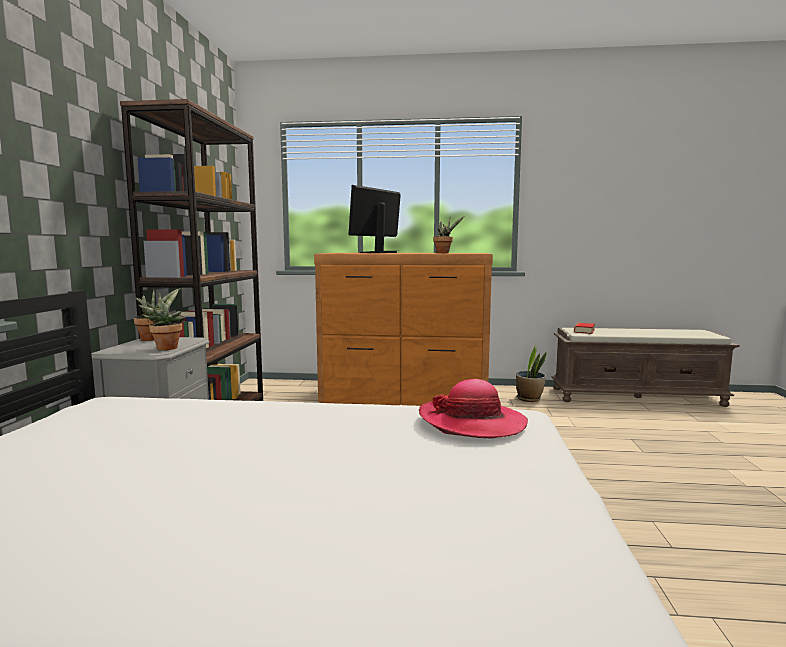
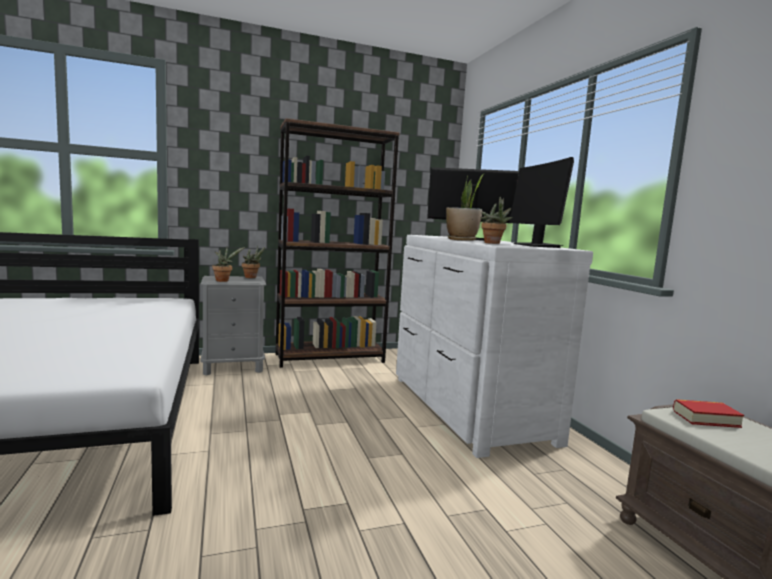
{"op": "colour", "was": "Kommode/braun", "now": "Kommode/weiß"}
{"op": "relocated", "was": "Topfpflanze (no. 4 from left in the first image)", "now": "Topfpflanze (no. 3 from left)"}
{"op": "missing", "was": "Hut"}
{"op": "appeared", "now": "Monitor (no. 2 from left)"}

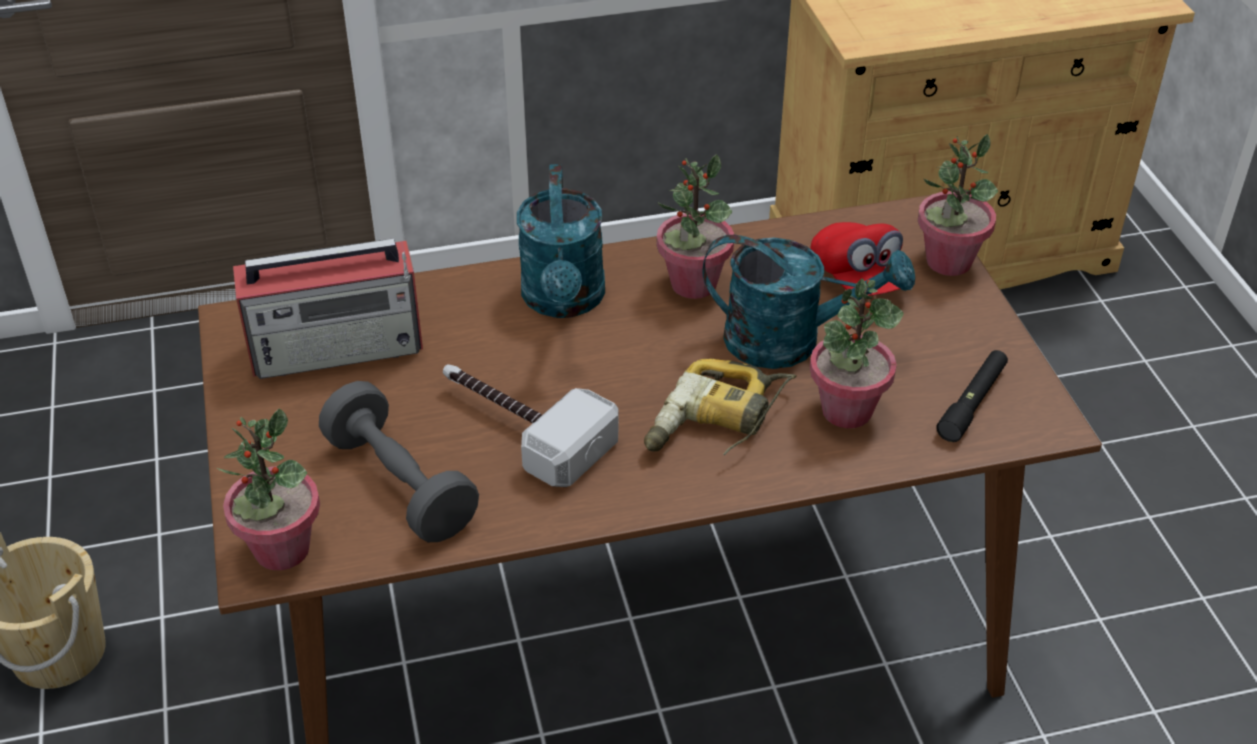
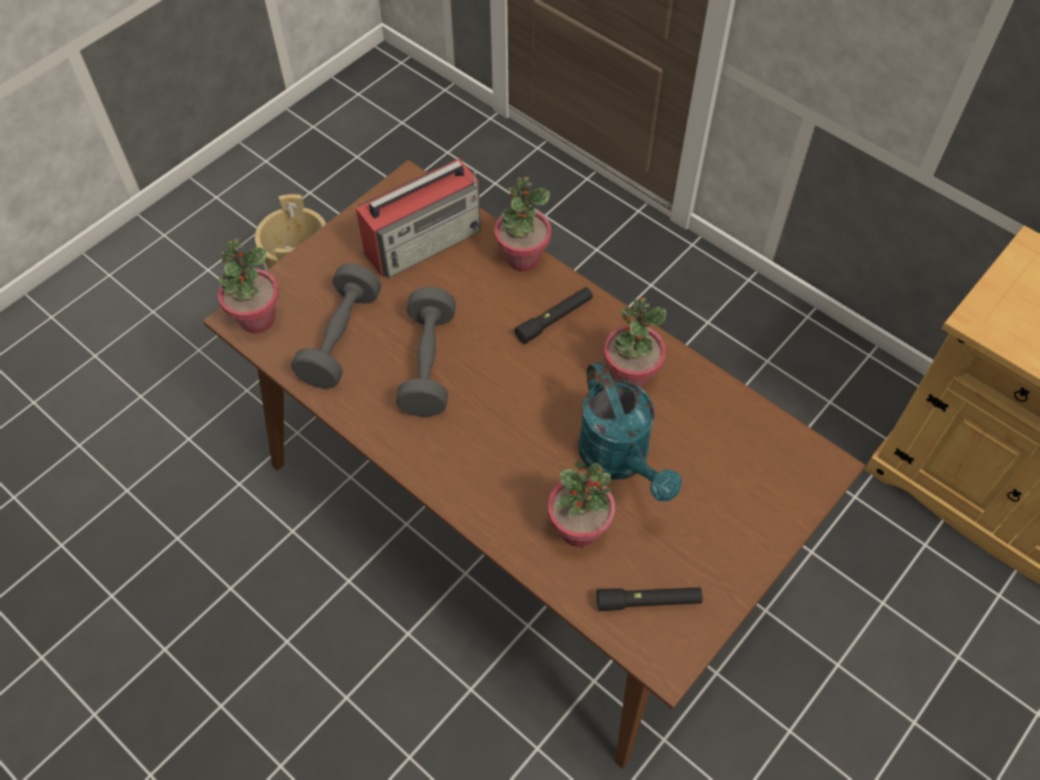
{"op": "relocated", "was": "Topfpflanze (no. 4 from left in the first image)", "now": "Topfpflanze (no. 2 from left)"}
{"op": "exchanged", "was": "Gießkanne/türkis (no. 1 from left)", "now": "Taschenlampe/schwarz (no. 1 from left)"}
{"op": "missing", "was": "Kappe/rot"}
{"op": "spun", "was": "Radio", "clockwise": -75}
{"op": "missing", "was": "Bohrmaschine"}
{"op": "exchanged", "was": "Hammer", "now": "Hantel/grau (no. 2 from left)"}

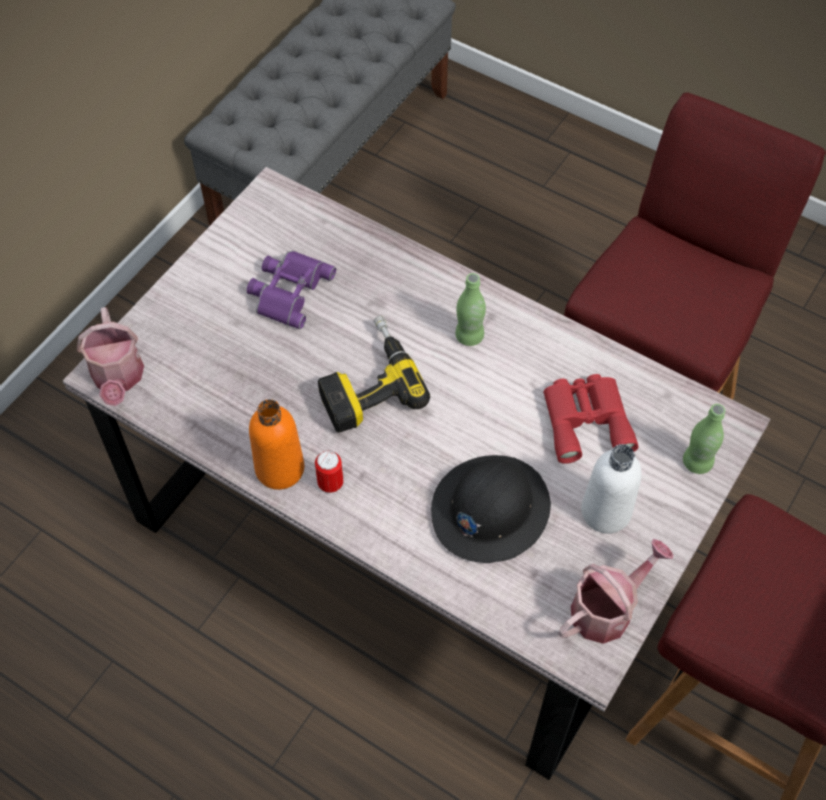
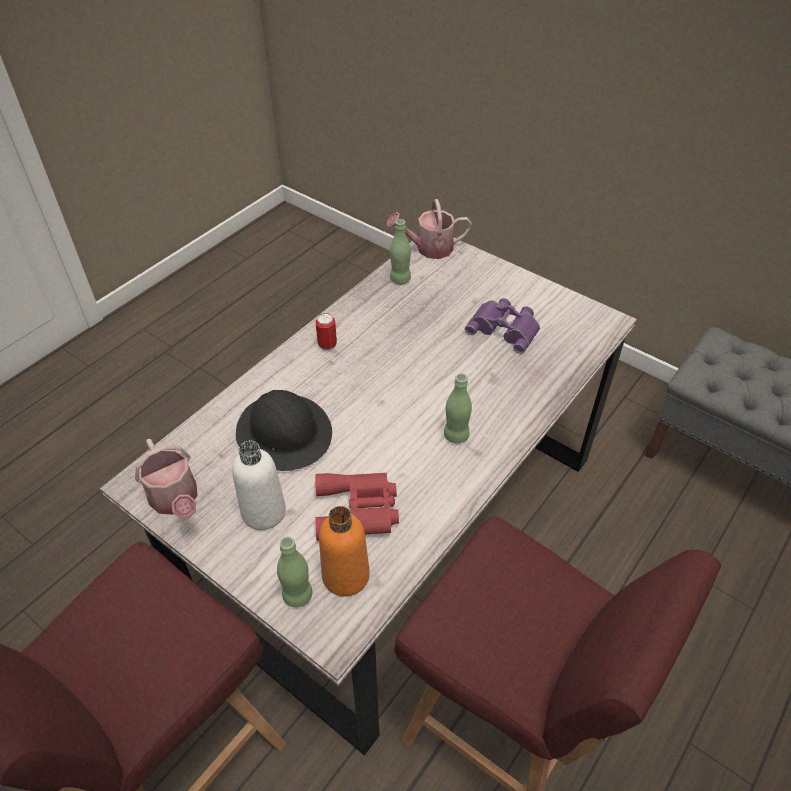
{"op": "missing", "was": "Bohrmaschine"}
{"op": "relocated", "was": "Flasche/orange"}
{"op": "appeared", "now": "Flasche/grün (no. 2 from left)"}

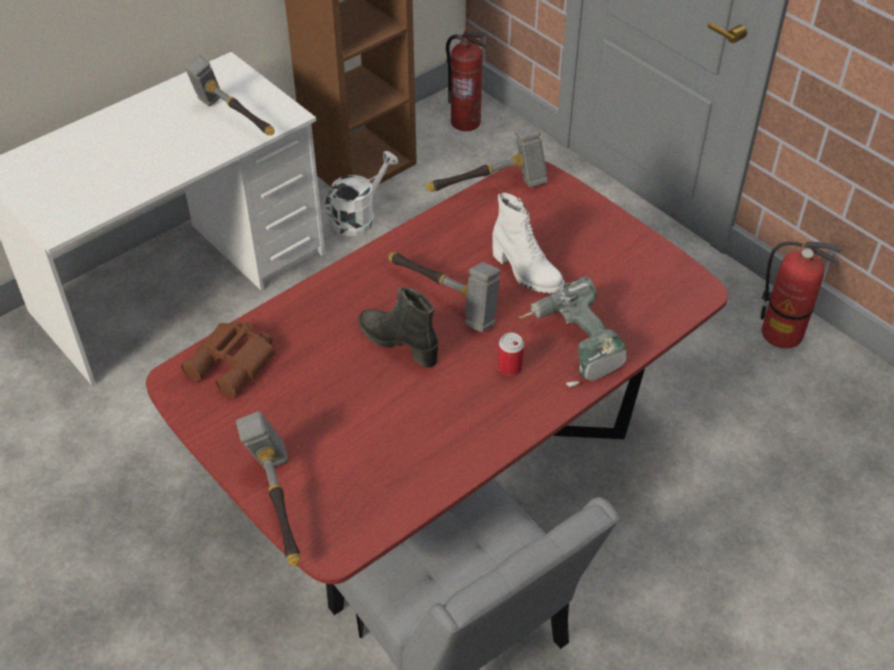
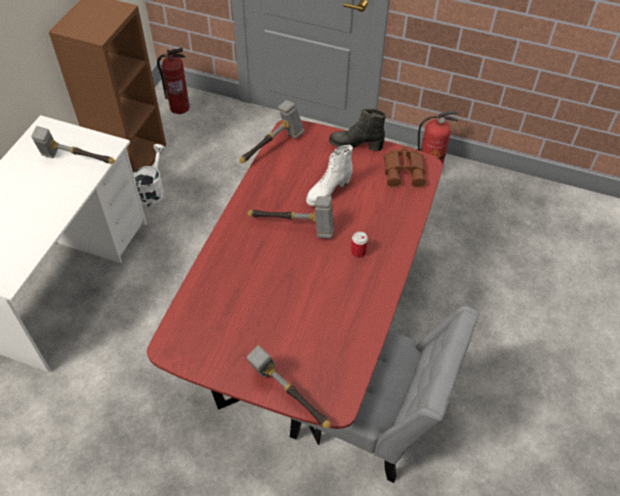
{"op": "spun", "was": "Stiefel/weiß", "clockwise": 120}
{"op": "missing", "was": "Bohrmaschine"}
{"op": "relocated", "was": "Stiefel/schwarz"}
{"op": "relocated", "was": "Fernglas/braun"}

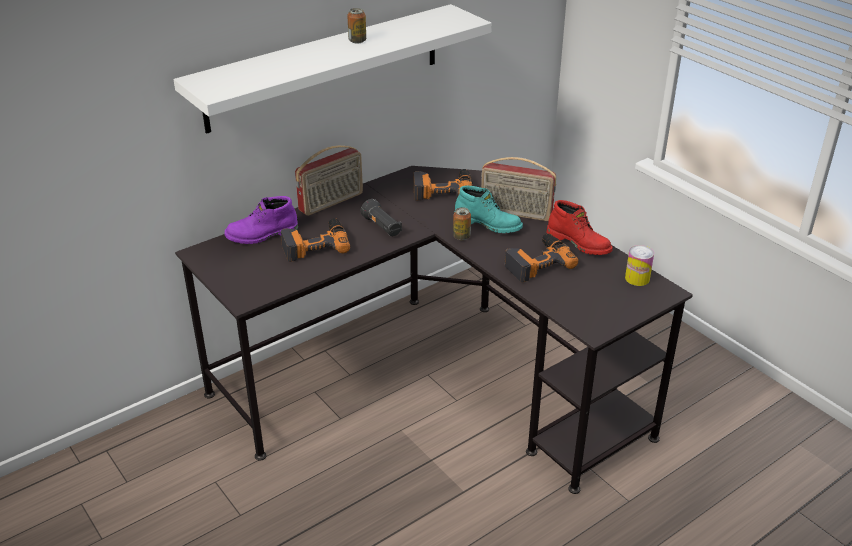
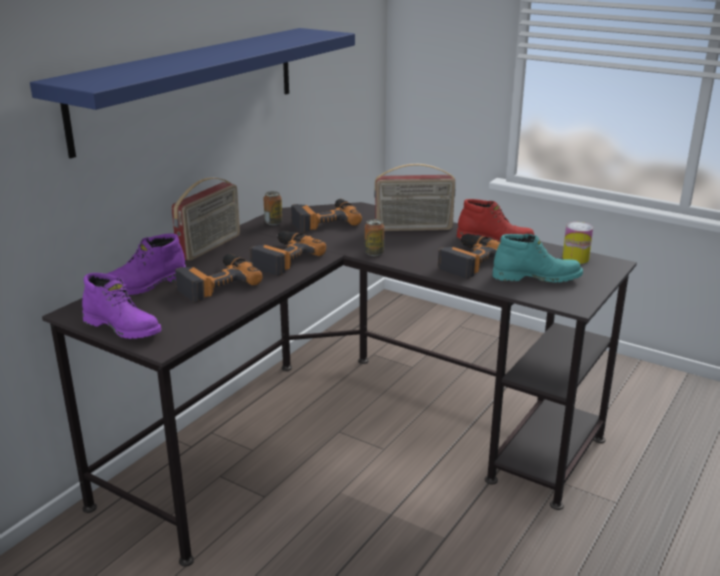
{"op": "colour", "was": "Wandregal/weiß", "now": "Wandregal/blau"}
{"op": "relocated", "was": "Dose (no. 1 from left)"}
{"op": "relocated", "was": "Stiefel/türkis"}
{"op": "exchanged", "was": "Taschenlampe/schwarz", "now": "Bohrmaschine (no. 2 from left)"}
{"op": "appeared", "now": "Stiefel/lila (no. 1 from left)"}

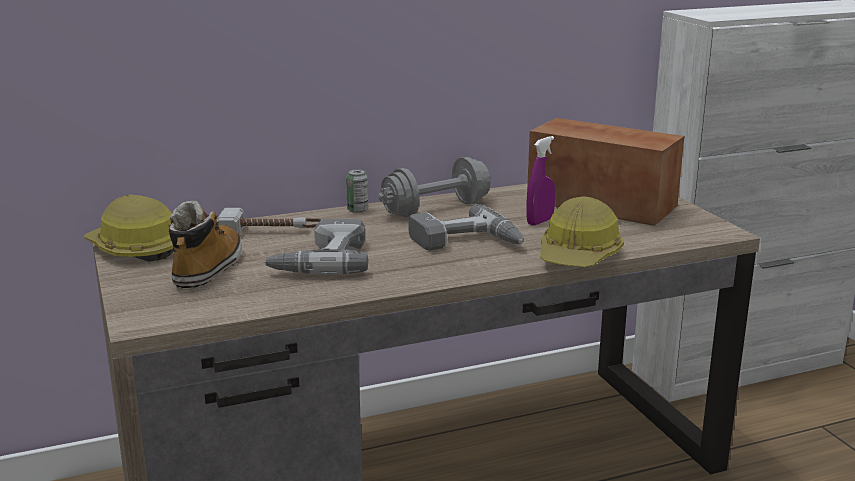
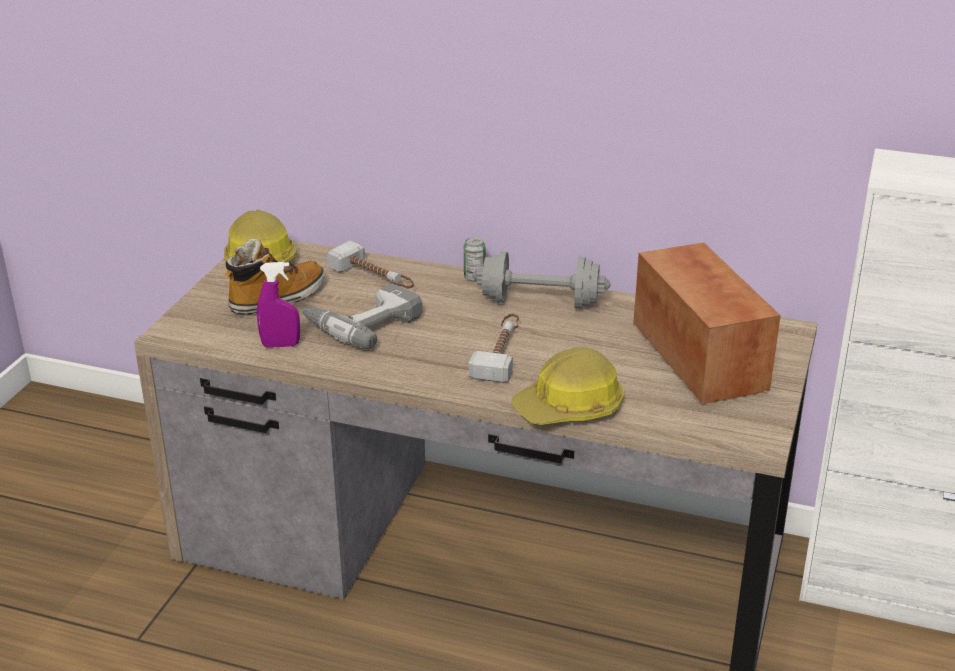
{"op": "relocated", "was": "Sprühflasche/lila"}
{"op": "exchanged", "was": "Bohrmaschine (no. 2 from left)", "now": "Hammer (no. 2 from left)"}

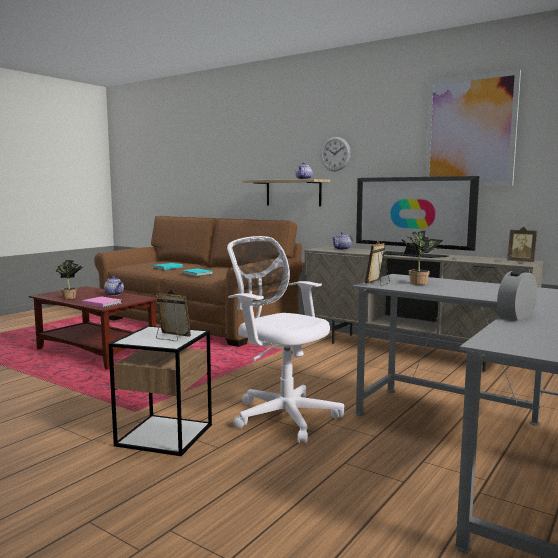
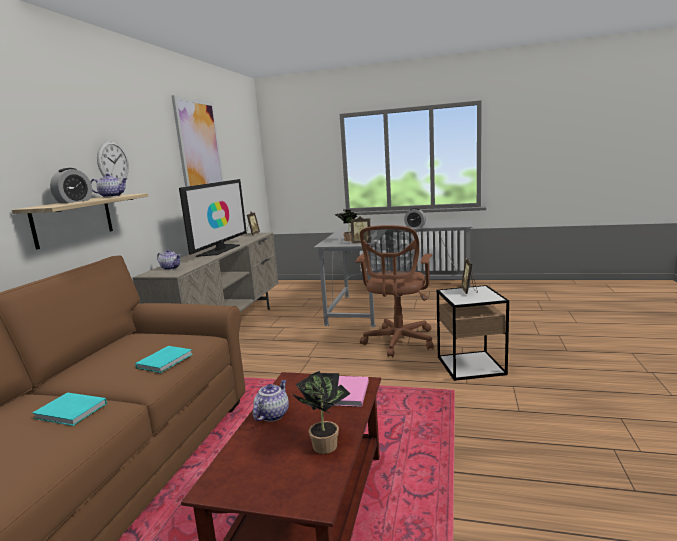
{"op": "colour", "was": "Bürostuhl/weiß", "now": "Bürostuhl/braun"}
{"op": "appeared", "now": "Wecker (no. 1 from left)"}

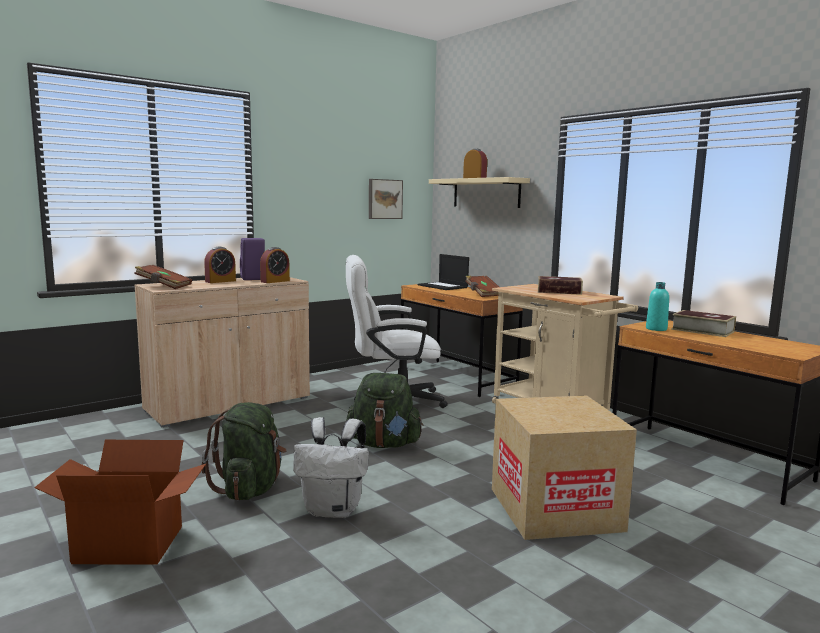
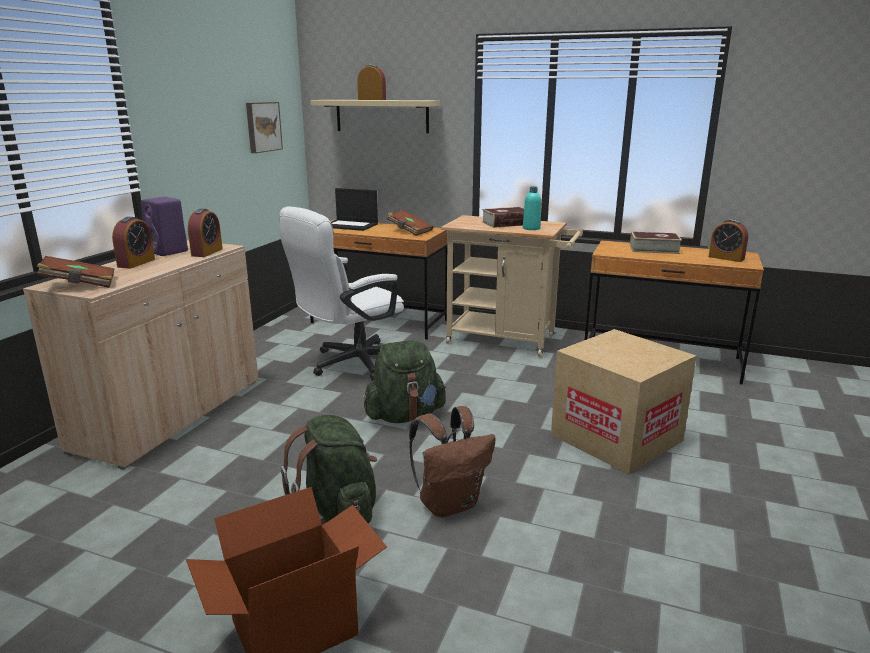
{"op": "relocated", "was": "Flasche/türkis"}
{"op": "colour", "was": "Rucksack/weiß", "now": "Rucksack/braun"}
{"op": "appeared", "now": "Wecker (no. 4 from left)"}

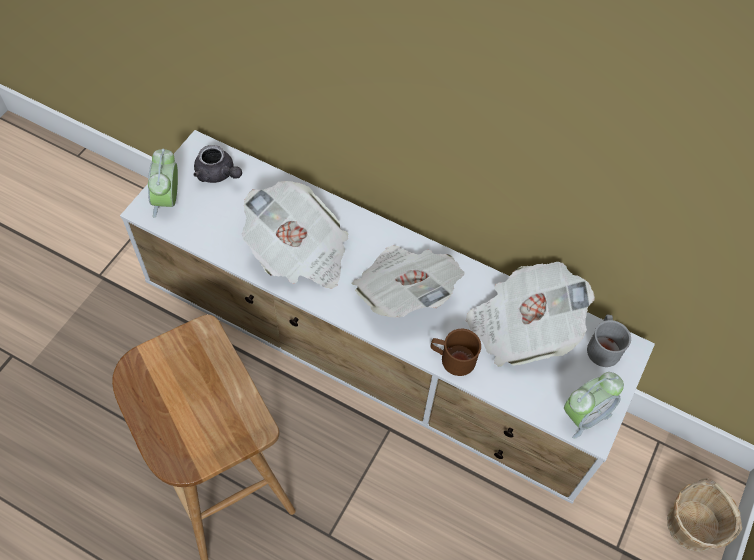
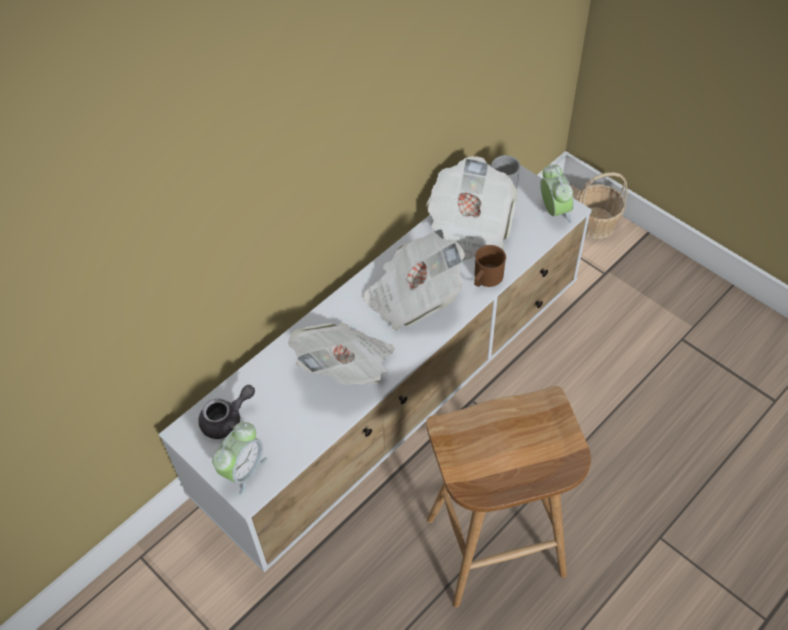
{"op": "spun", "was": "Wecker (no. 1 from left)", "clockwise": -75}

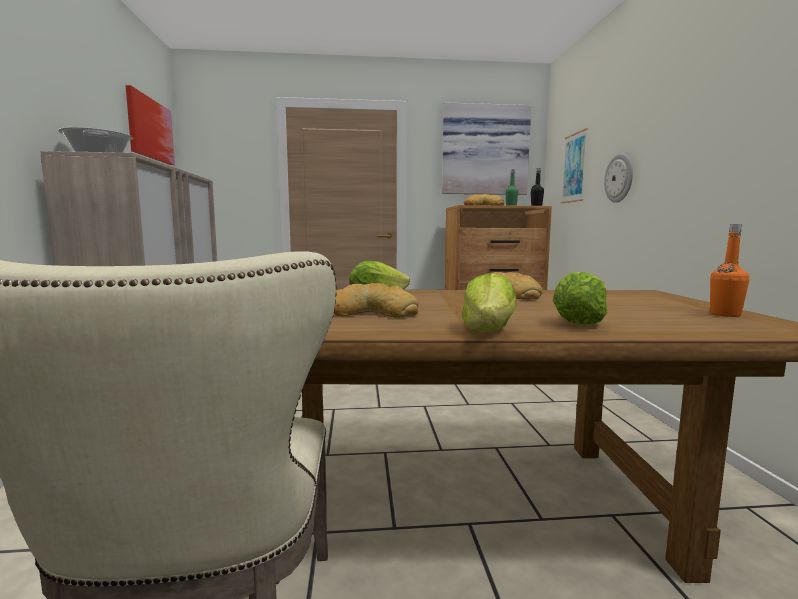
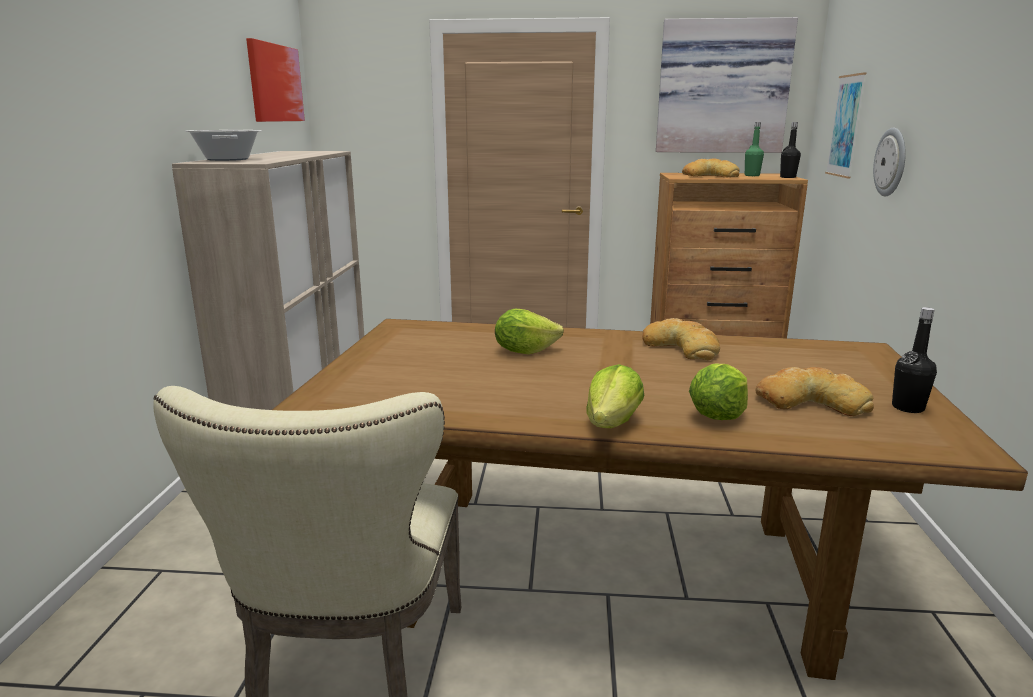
{"op": "colour", "was": "Flasche/orange", "now": "Flasche/schwarz (no. 2 from left)"}
{"op": "relocated", "was": "Brot (no. 1 from left in the first image)", "now": "Brot (no. 3 from left)"}

